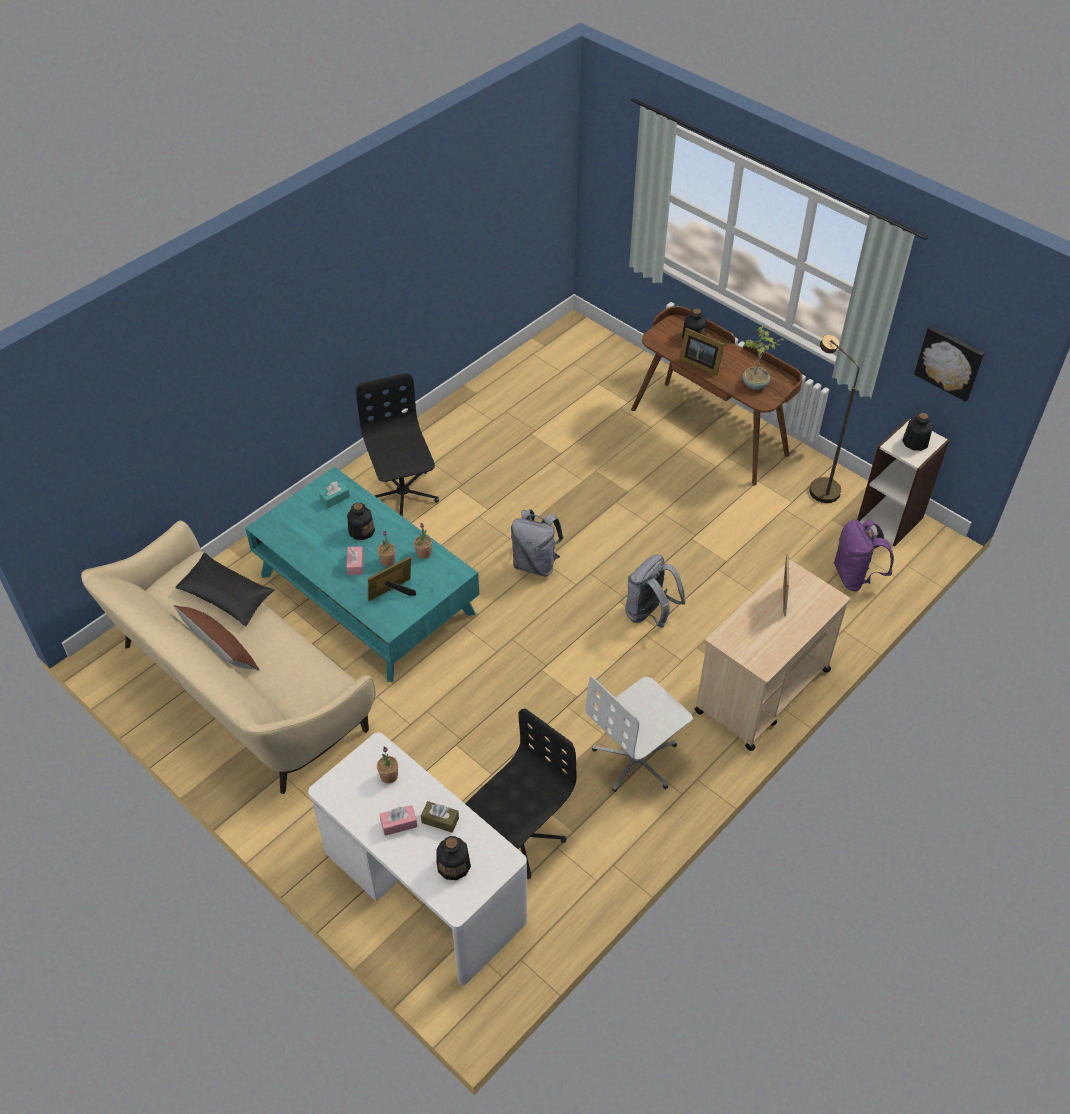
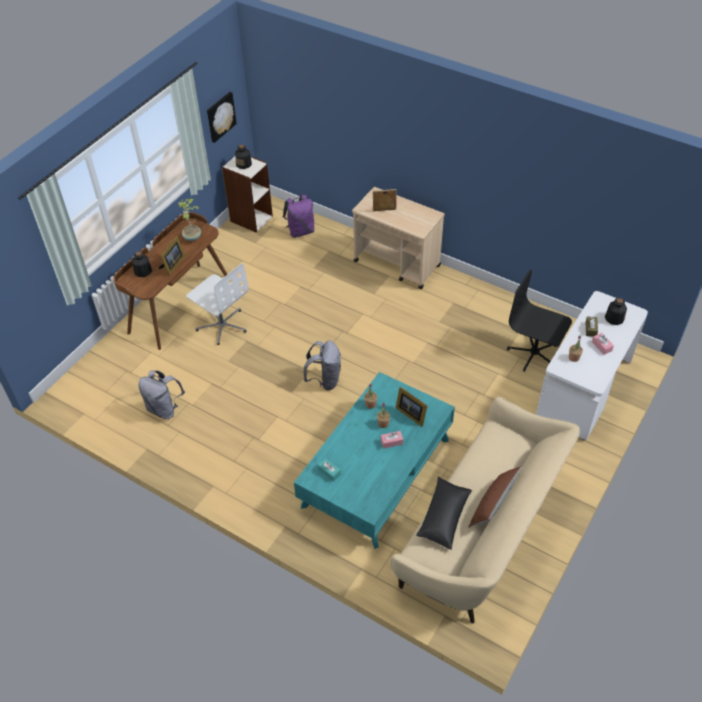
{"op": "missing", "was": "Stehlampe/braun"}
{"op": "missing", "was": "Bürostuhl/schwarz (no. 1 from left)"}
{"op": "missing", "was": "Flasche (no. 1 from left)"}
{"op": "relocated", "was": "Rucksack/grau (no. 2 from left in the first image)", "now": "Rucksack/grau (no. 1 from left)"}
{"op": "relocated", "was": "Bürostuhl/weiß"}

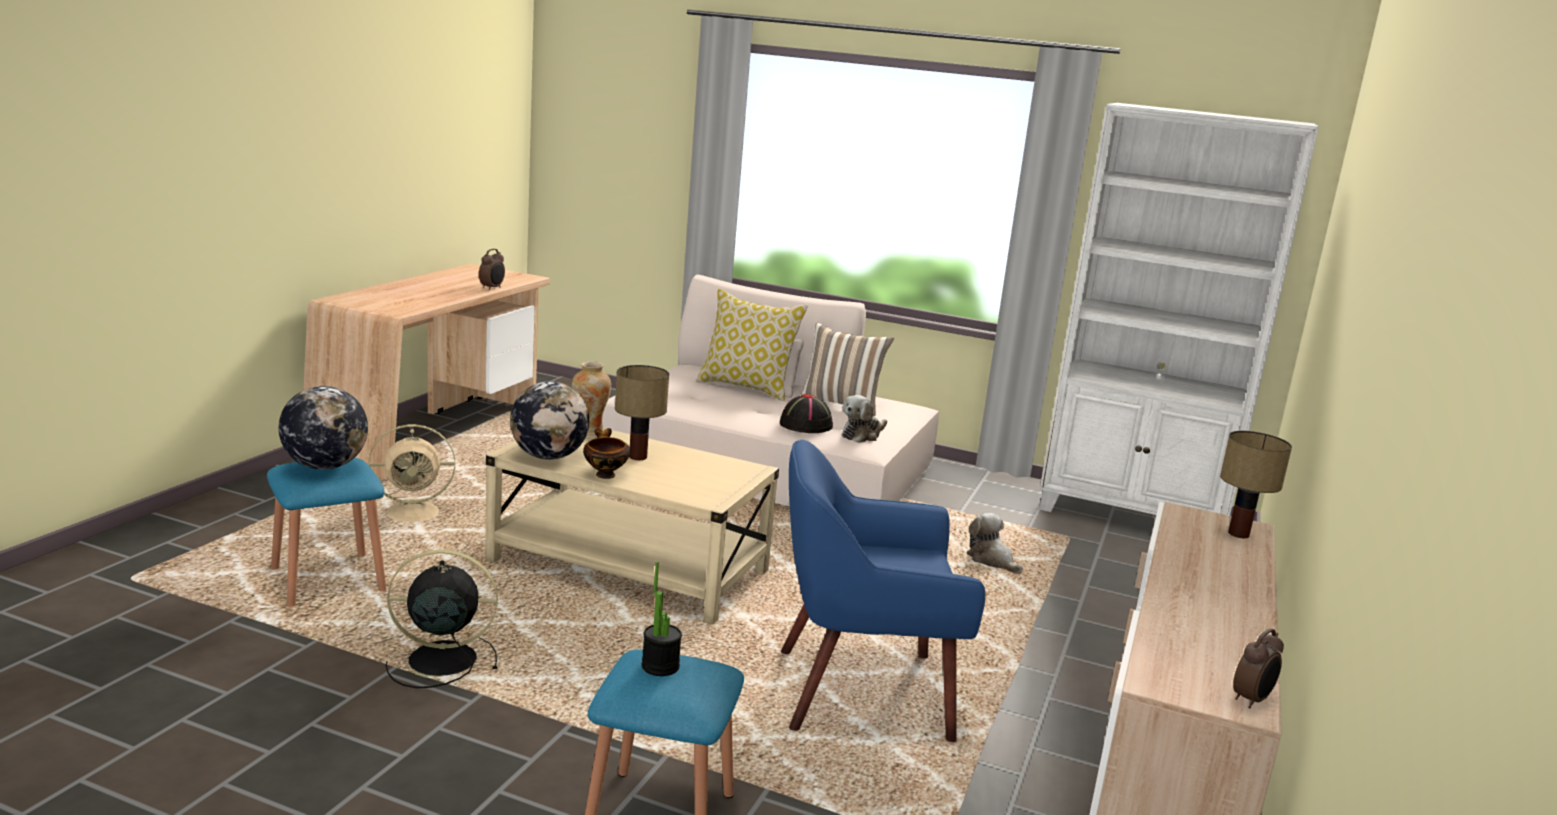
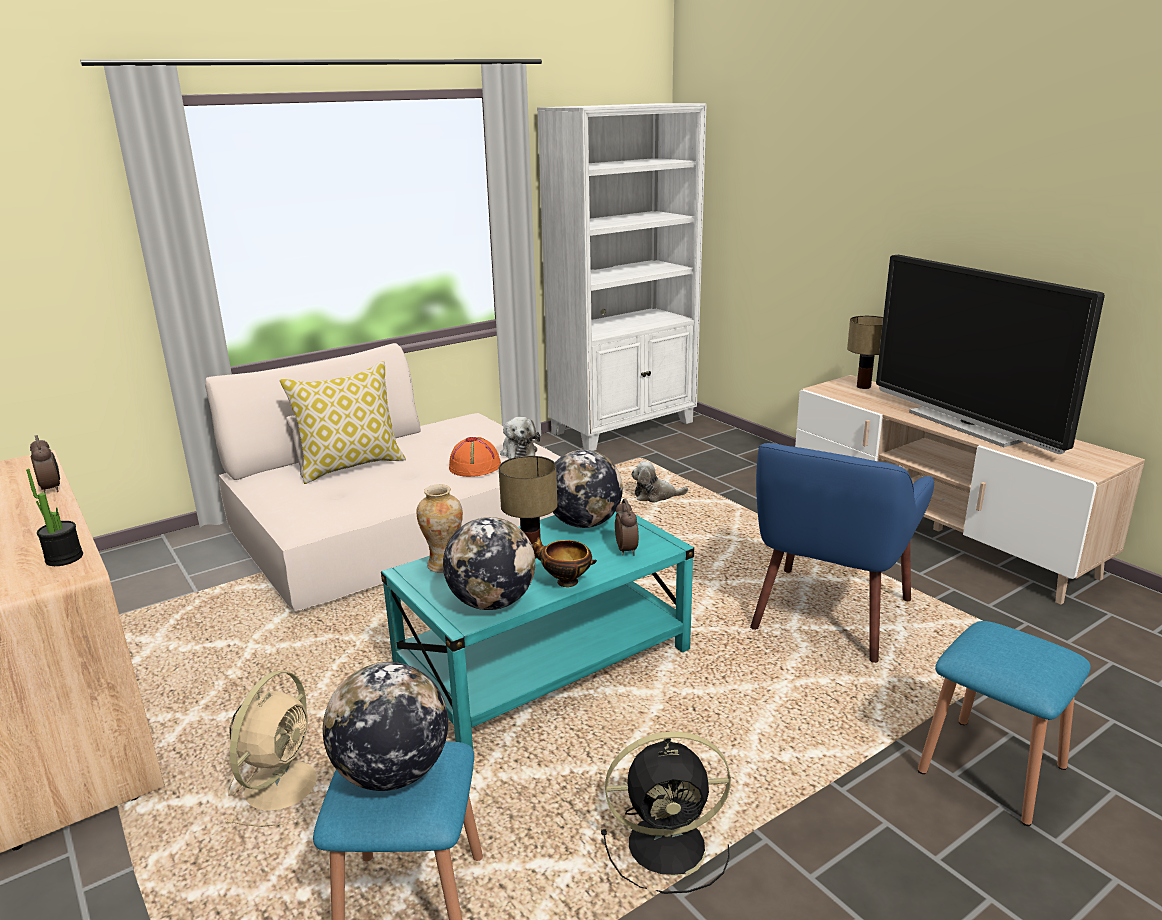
{"op": "missing", "was": "Kissen (no. 2 from left)"}
{"op": "colour", "was": "Hut/schwarz", "now": "Hut/orange"}
{"op": "colour", "was": "Couchtisch/beige", "now": "Couchtisch/türkis"}
{"op": "spun", "was": "Ventilator/schwarz", "clockwise": -120}
{"op": "relocated", "was": "Topfpflanze"}
{"op": "relocated", "was": "Wecker (no. 2 from left)"}
{"op": "appeared", "now": "Fernseher"}
{"op": "appeared", "now": "Globus (no. 3 from left)"}

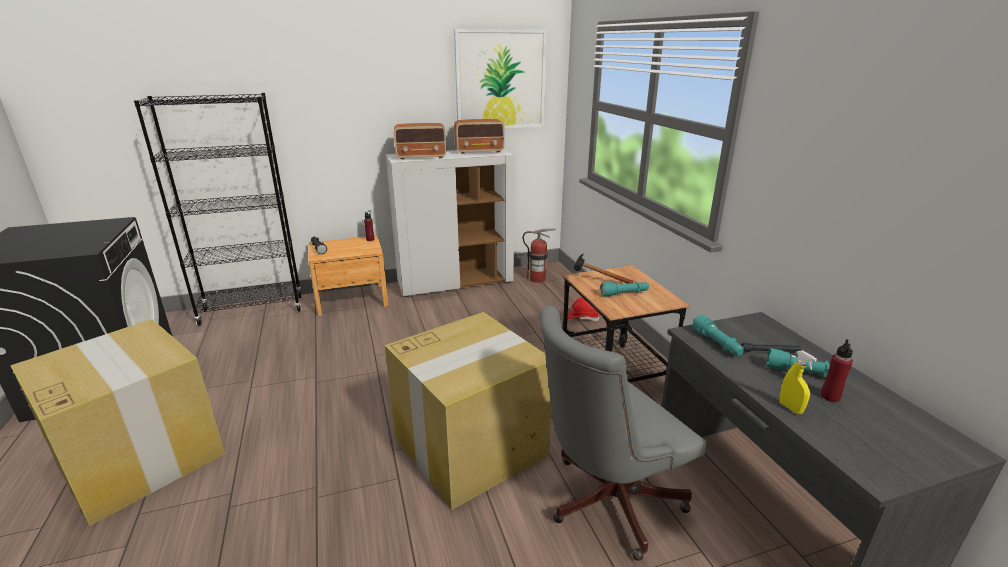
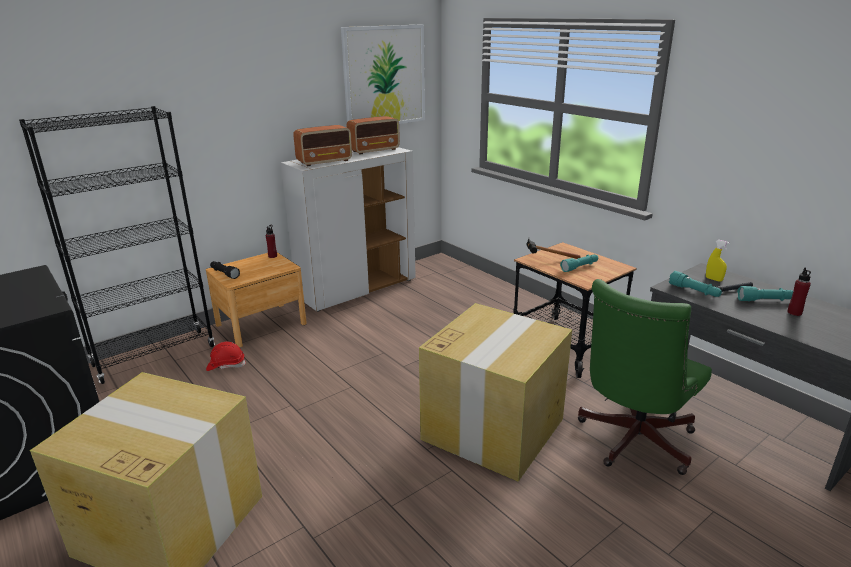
{"op": "missing", "was": "Feuerlöscher"}
{"op": "relocated", "was": "Schutzhelm/rot"}
{"op": "colour", "was": "Bürostuhl/grau", "now": "Bürostuhl/grün"}
{"op": "relocated", "was": "Sprühflasche/gelb"}

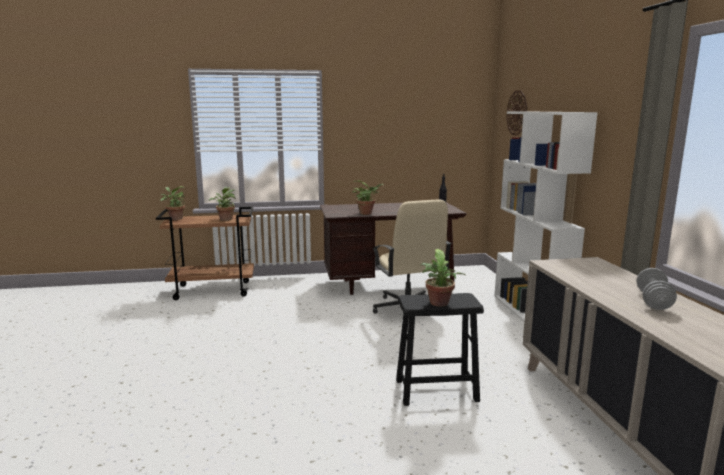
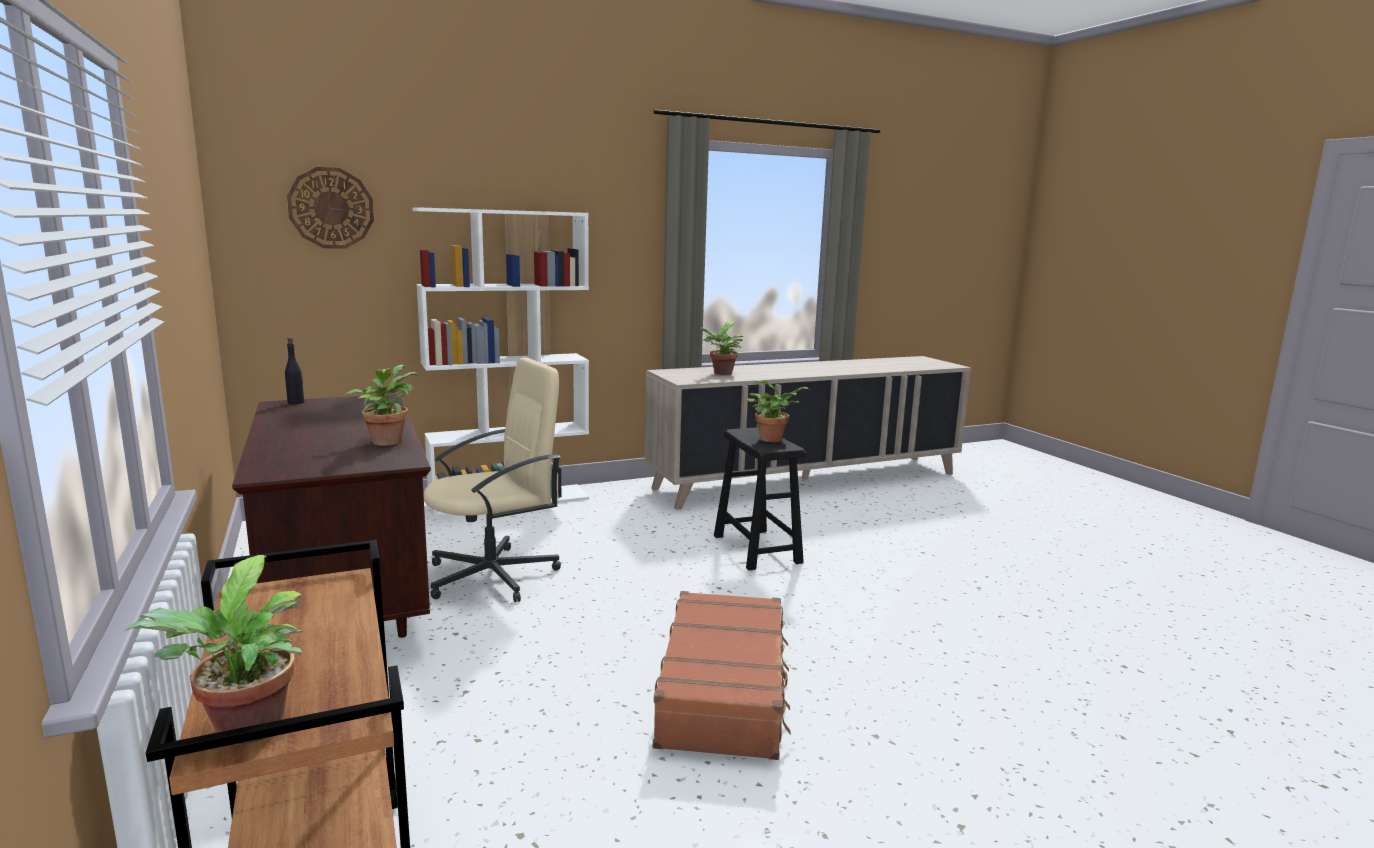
{"op": "relocated", "was": "Topfpflanze (no. 2 from left in the first image)", "now": "Topfpflanze (no. 3 from left)"}
{"op": "missing", "was": "Hantel/grau"}
{"op": "appeared", "now": "Koffer/braun"}

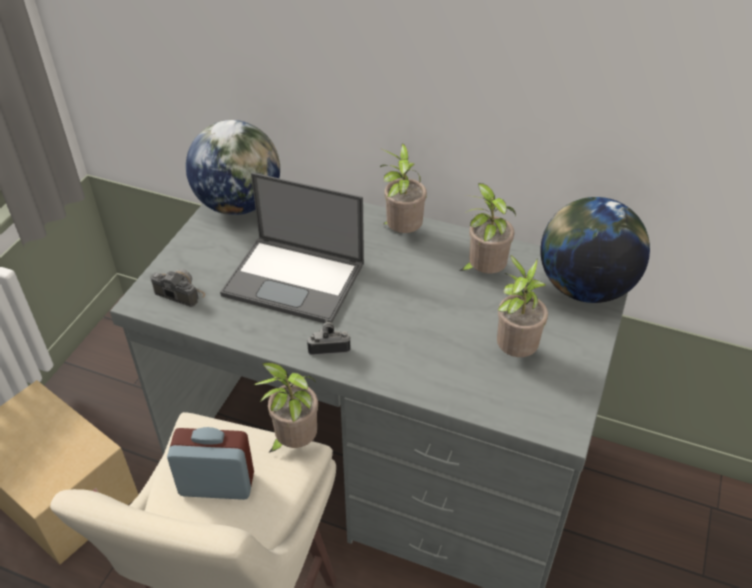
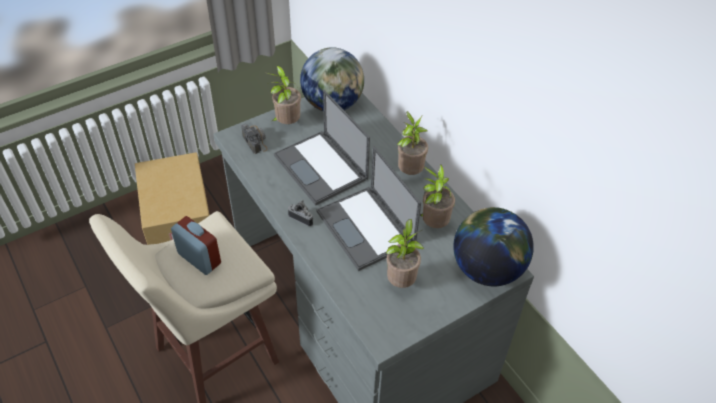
{"op": "relocated", "was": "Topfpflanze (no. 1 from left)"}
{"op": "appeared", "now": "Laptop (no. 2 from left)"}

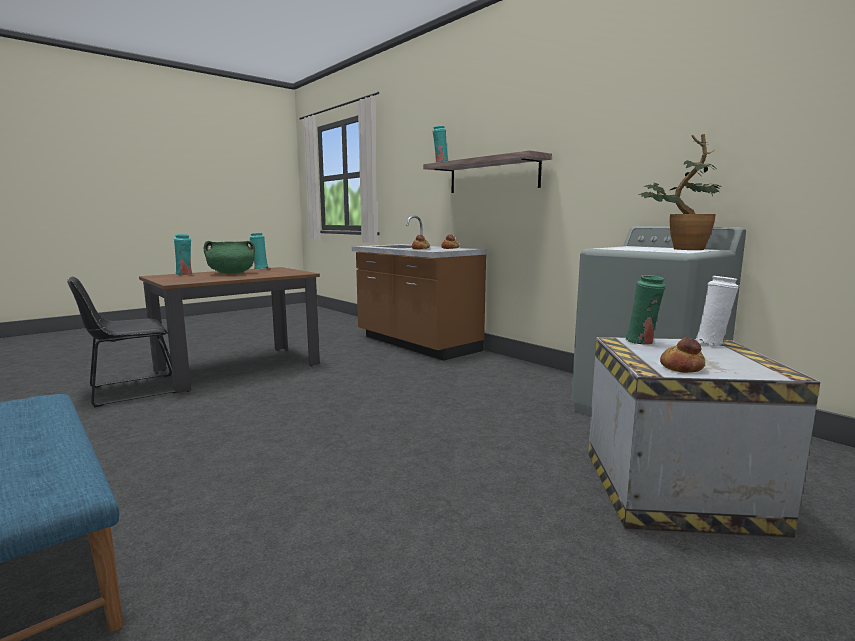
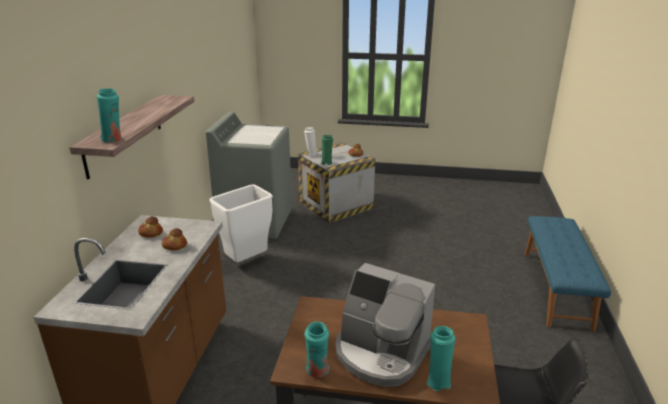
{"op": "missing", "was": "Topfpflanze"}
{"op": "exchanged", "was": "Kochtopf/grün", "now": "Kaffeemaschine"}
{"op": "appeared", "now": "Mülleimer/weiß"}

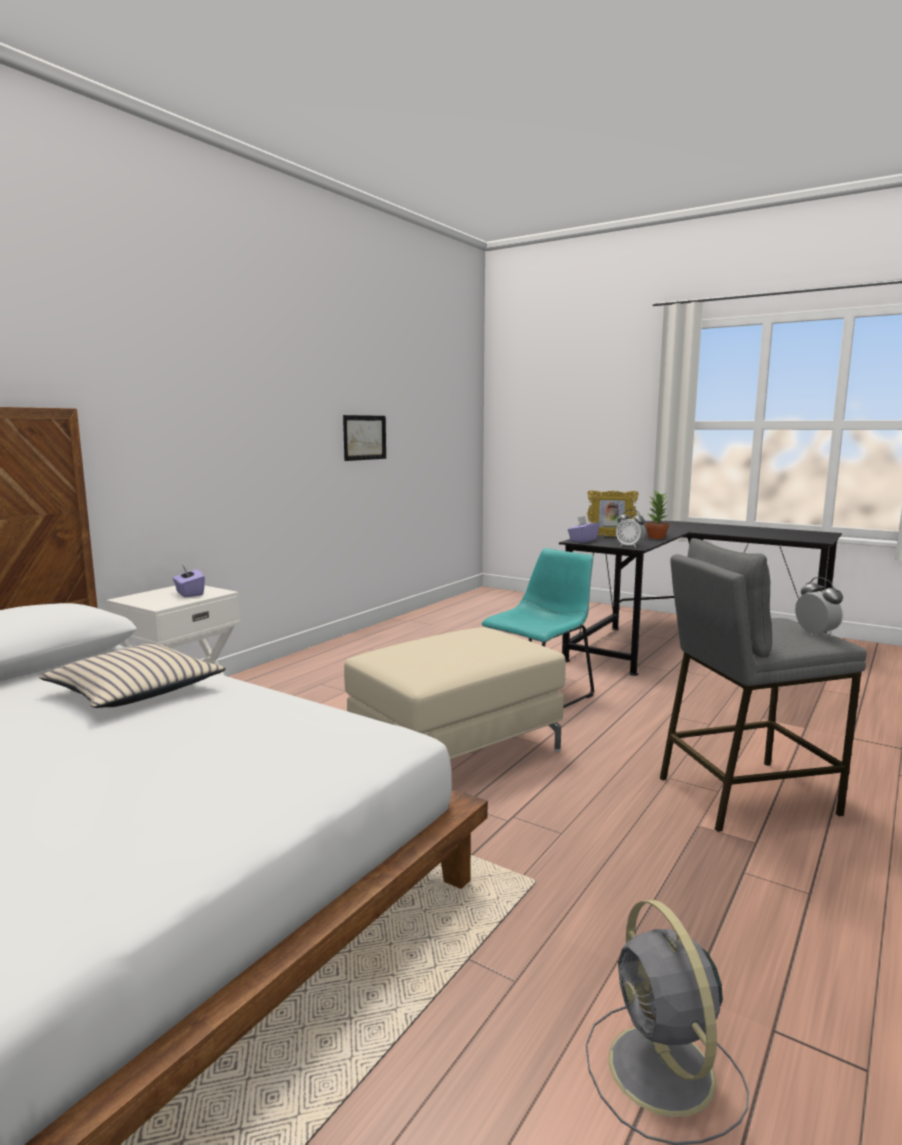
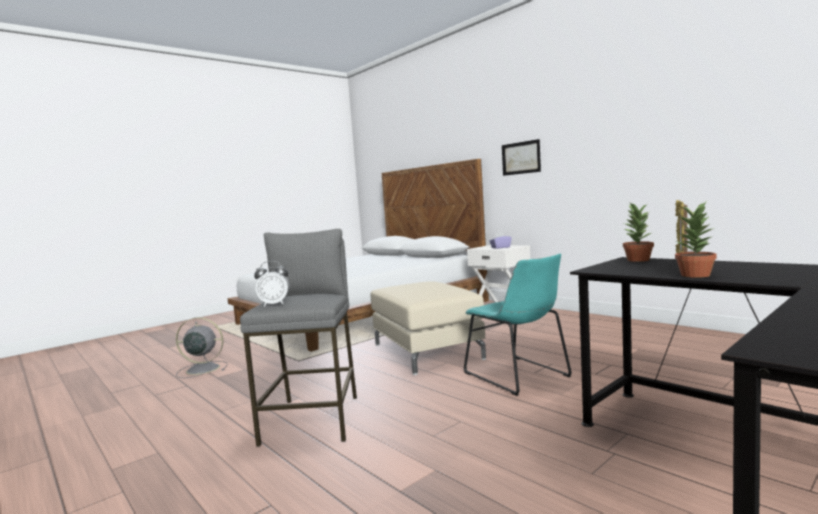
{"op": "relocated", "was": "Bild"}
{"op": "missing", "was": "Wecker (no. 1 from left)"}
{"op": "exchanged", "was": "Taschentuchbox/lila (no. 2 from left)", "now": "Topfpflanze (no. 1 from left)"}
{"op": "missing", "was": "Kissen/beige"}

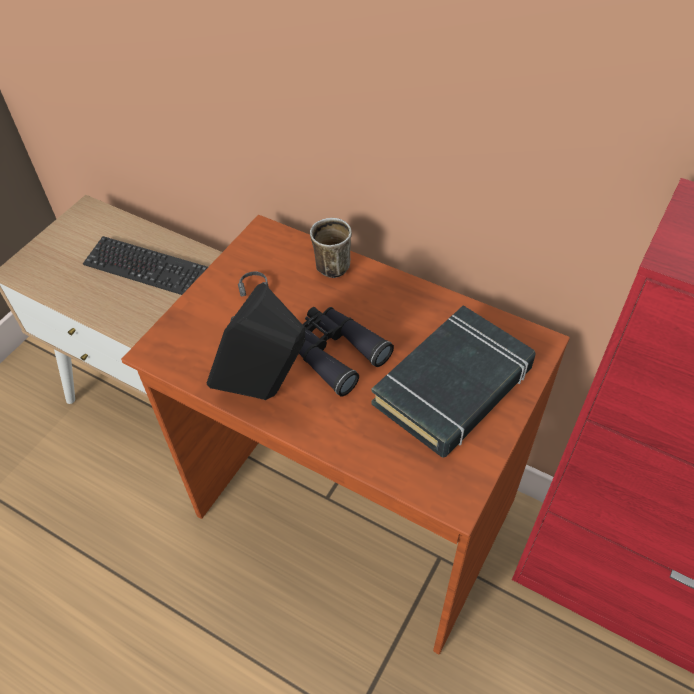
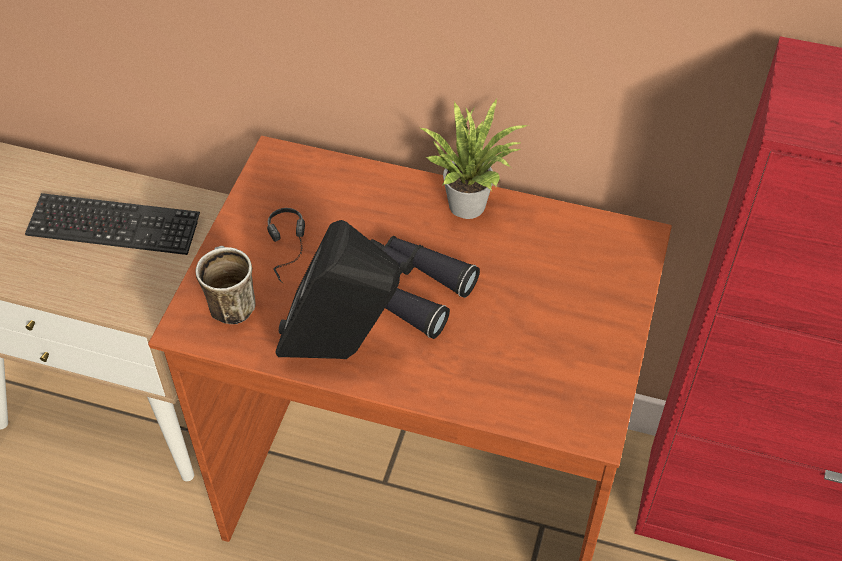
{"op": "relocated", "was": "Henkelbecher"}
{"op": "missing", "was": "Buch/schwarz"}
{"op": "appeared", "now": "Topfpflanze"}

